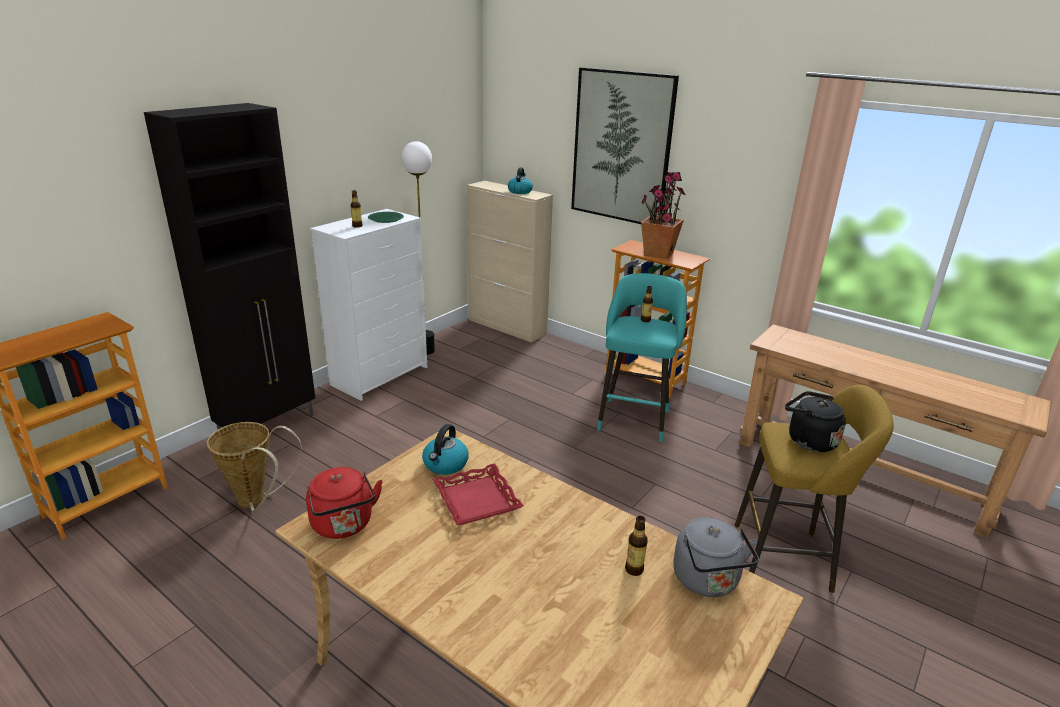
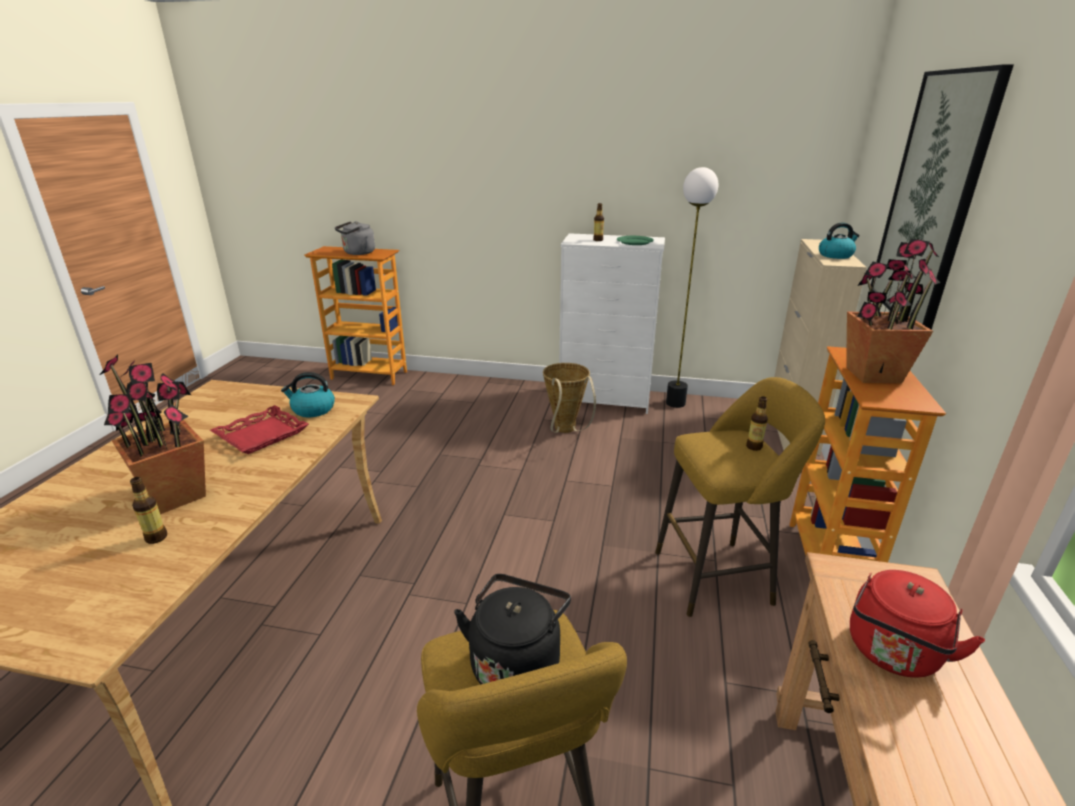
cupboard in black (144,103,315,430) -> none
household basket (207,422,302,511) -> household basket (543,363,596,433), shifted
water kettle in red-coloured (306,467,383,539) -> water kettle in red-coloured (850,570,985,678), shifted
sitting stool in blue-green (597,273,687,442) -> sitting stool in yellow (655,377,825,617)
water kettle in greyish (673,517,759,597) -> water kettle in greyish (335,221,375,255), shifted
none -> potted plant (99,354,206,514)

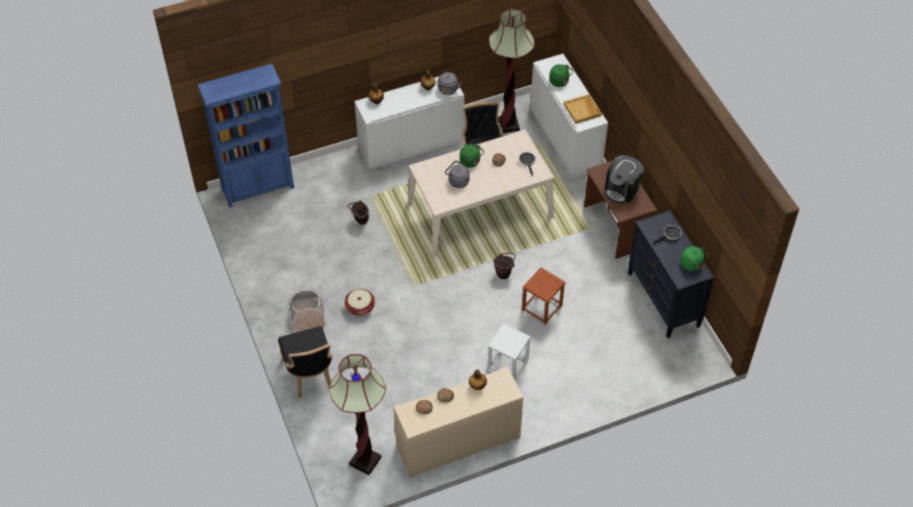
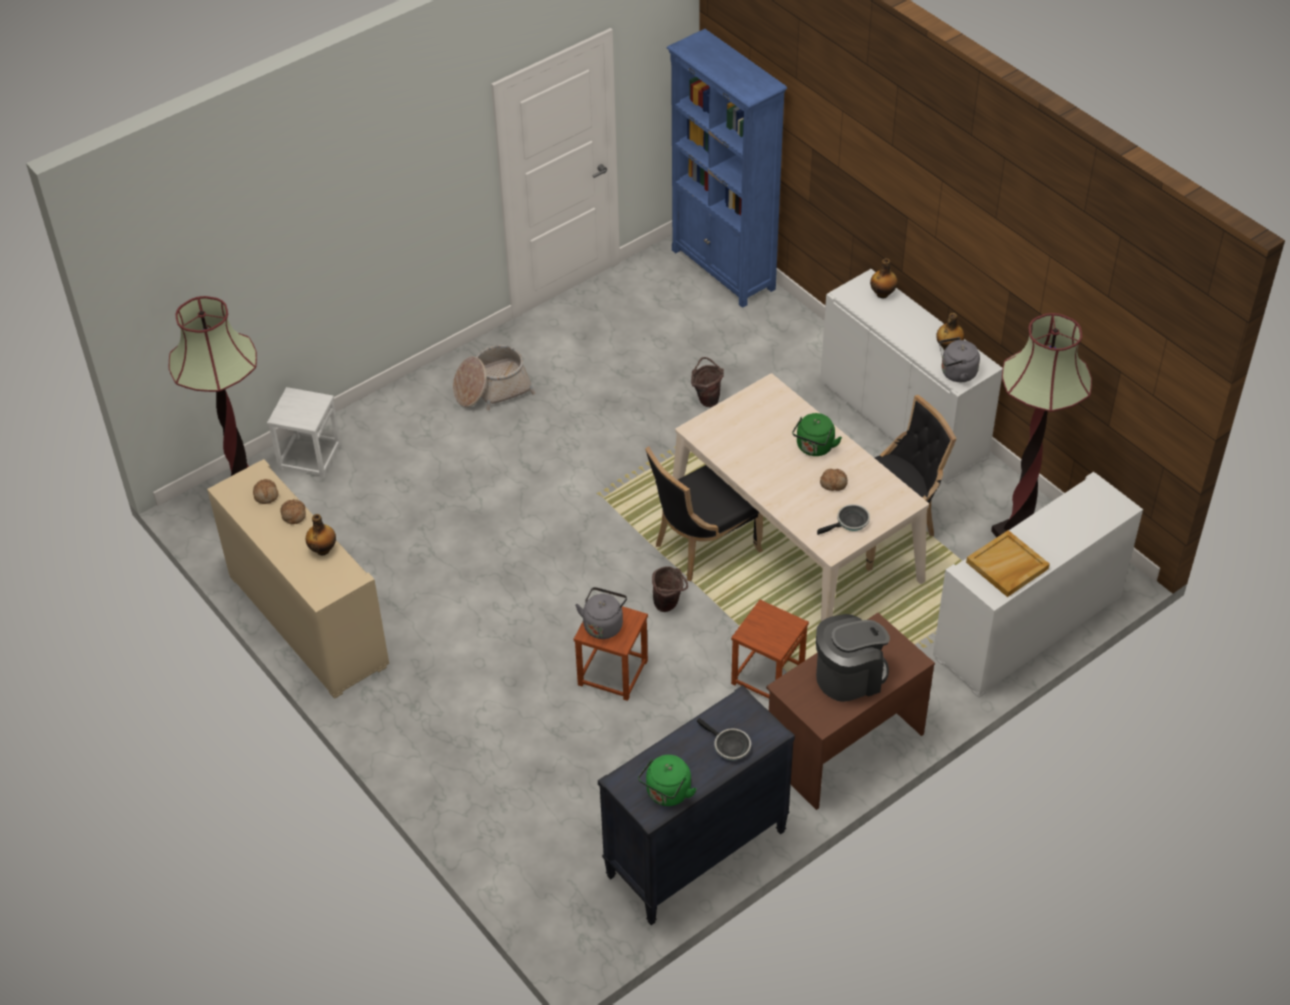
plain chair in black (278,326,332,398) -> plain chair in black (645,447,763,581), shifted
household basket (344,289,375,316) -> none
water kettle in greyish (445,161,470,188) -> water kettle in greyish (575,587,627,639), shifted
sitting stool in white (488,323,531,380) -> sitting stool in white (267,387,341,478), shifted
water kettle in green-coloured (549,64,574,87) -> none
coffee brewer (605,155,644,204) -> coffee brewer (816,614,890,702), 135 degrees clockwise
none -> sitting stool in brownish (731,600,809,699)

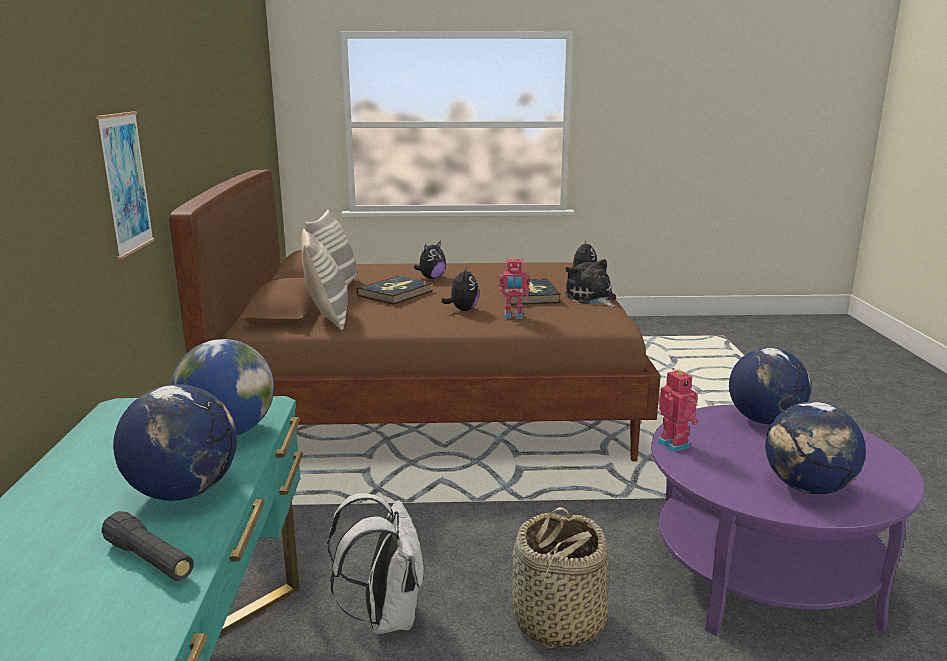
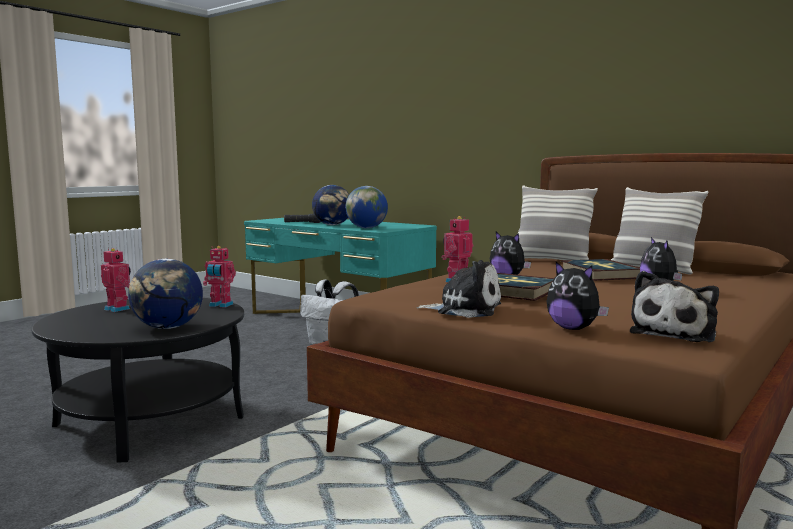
wall picture (96,111,155,259) -> none
household basket (512,507,609,648) -> none
low table in purple (651,404,924,636) -> low table in black (32,298,244,463)
desk globe (765,402,866,494) -> toy robot (101,248,131,312)
none -> plush toy (630,271,719,342)

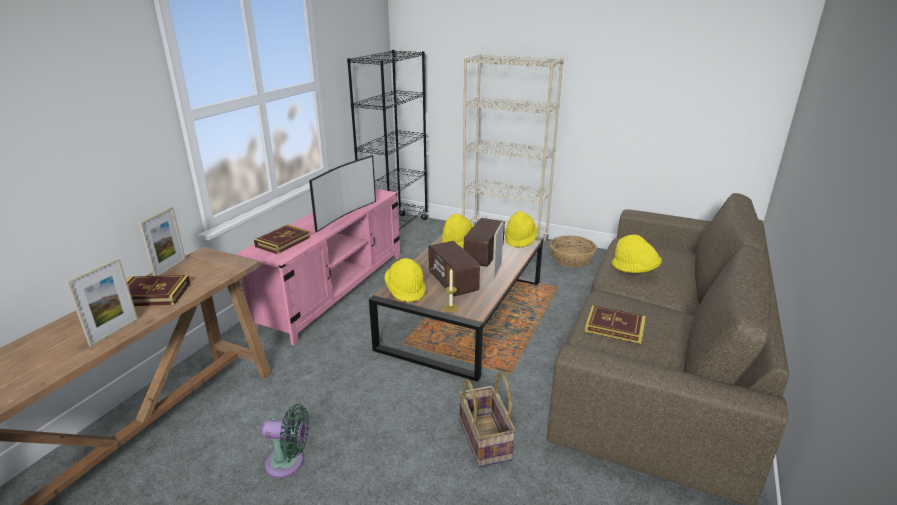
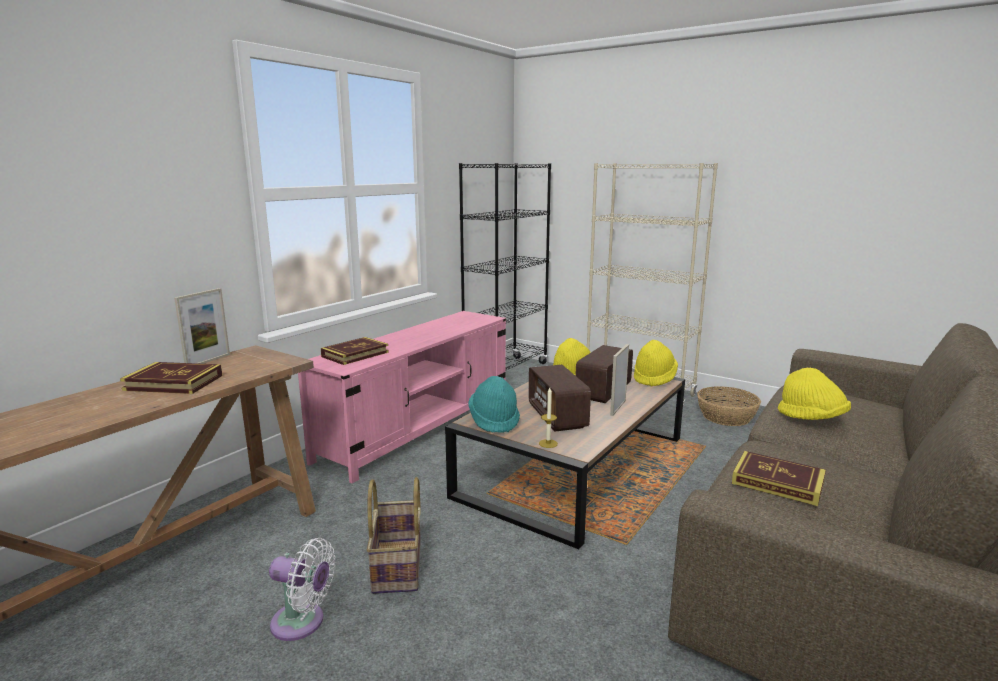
photo frame (66,258,138,346) -> none
electric fan in green-coloured (262,404,309,478) -> electric fan in white (269,538,335,641)
television (309,155,376,233) -> none
clothing hat in yellow (384,258,426,302) -> clothing hat in blue-green (468,376,520,433)
household basket (459,373,516,467) -> household basket (367,477,421,594), shifted

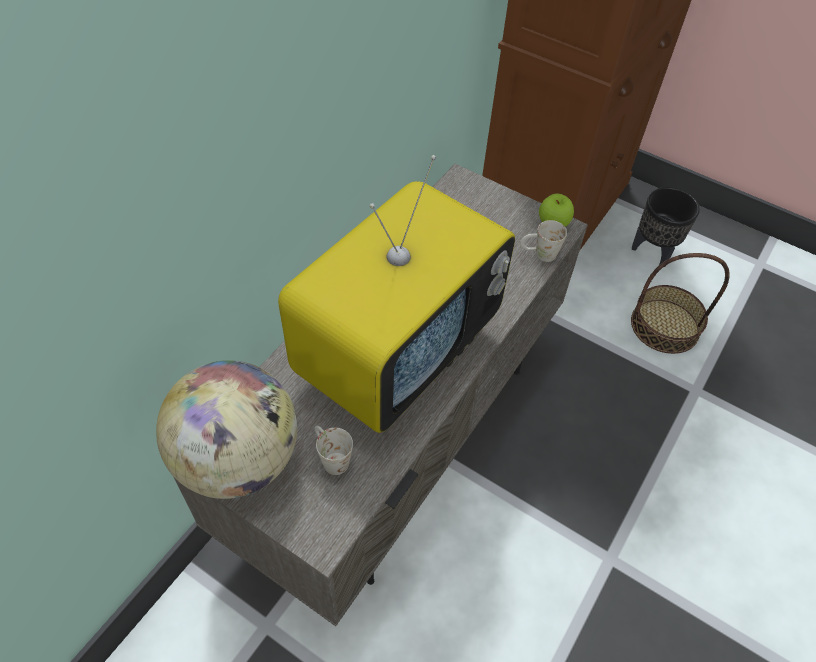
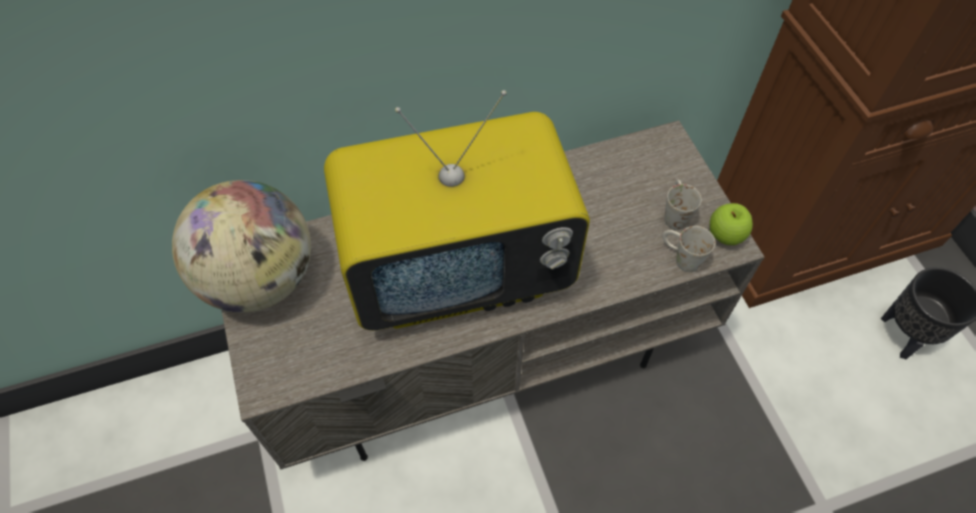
tea mug in white (315,426,353,475) -> tea mug in white (664,180,702,230), shifted
household basket (631,253,730,354) -> none

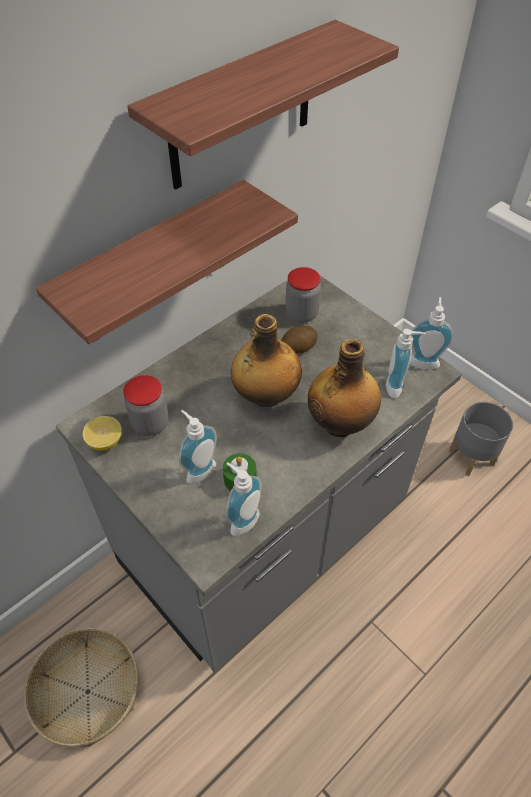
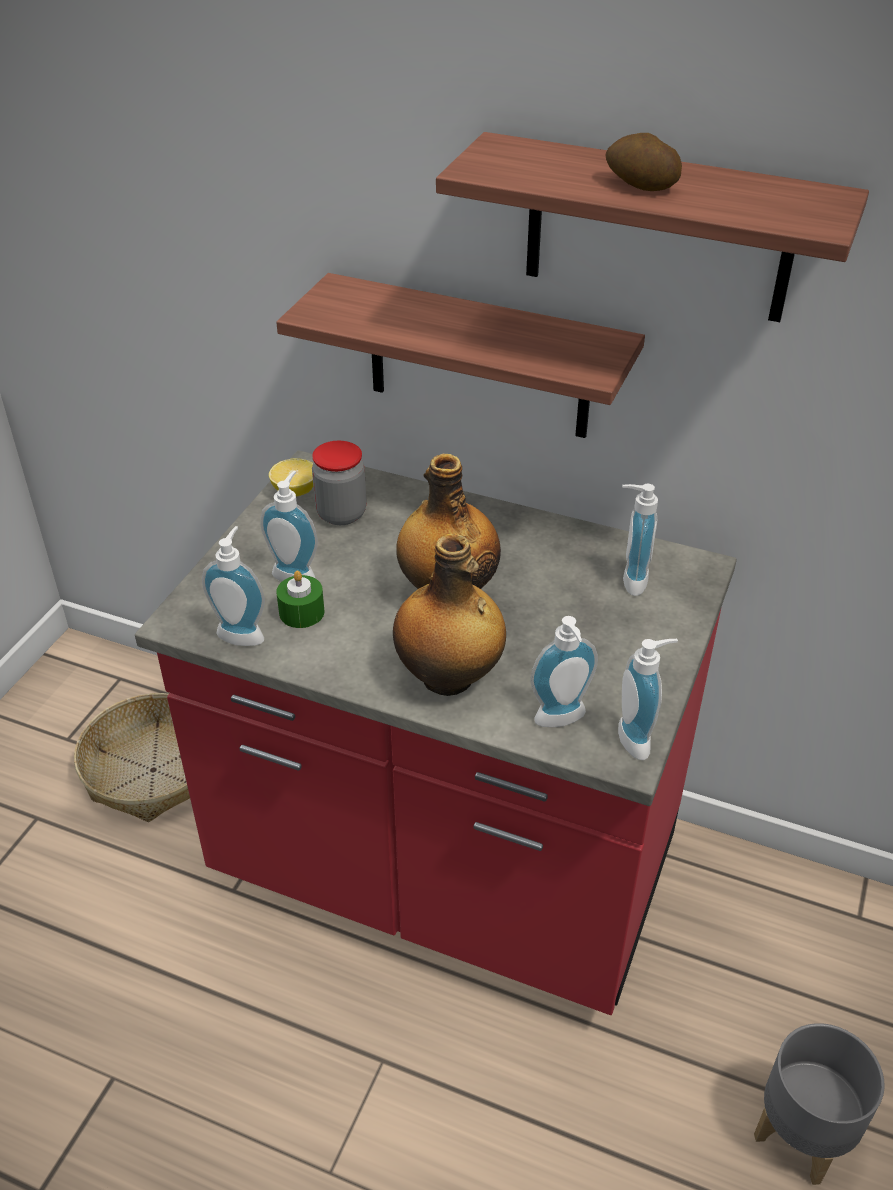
kitchen counter in greyish (56,267,462,673) -> kitchen counter in red-coloured (135,450,737,1015)
whole potato (281,326,318,353) -> whole potato (605,133,682,191), shifted
storage jar (286,267,321,323) -> soap dispenser (622,484,658,596)

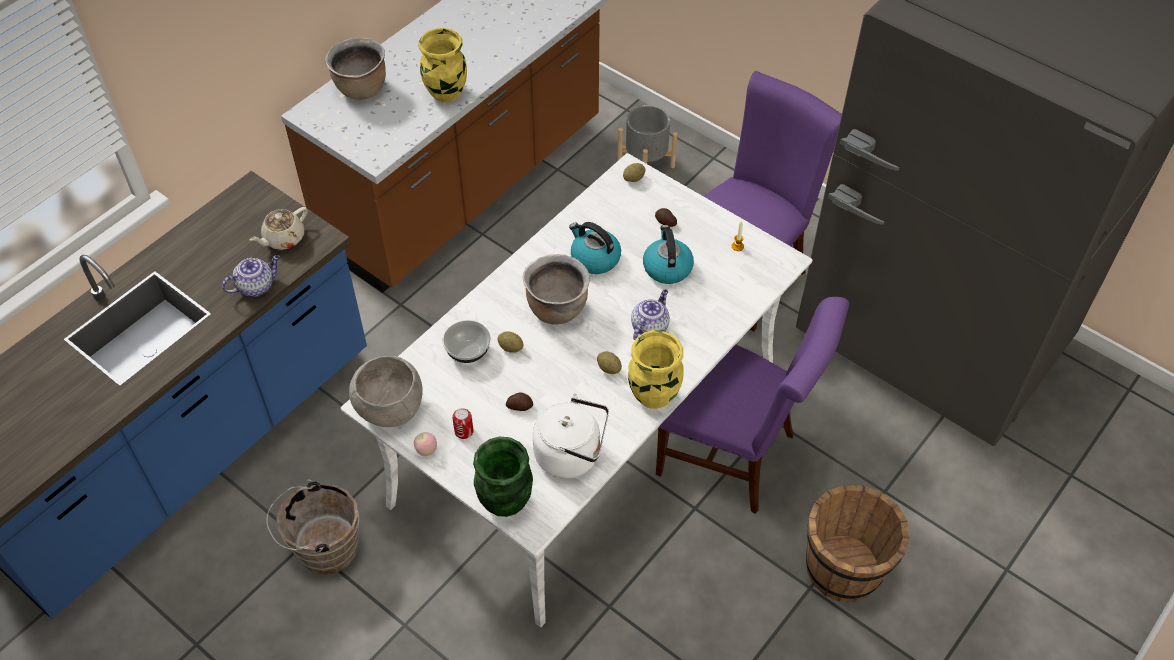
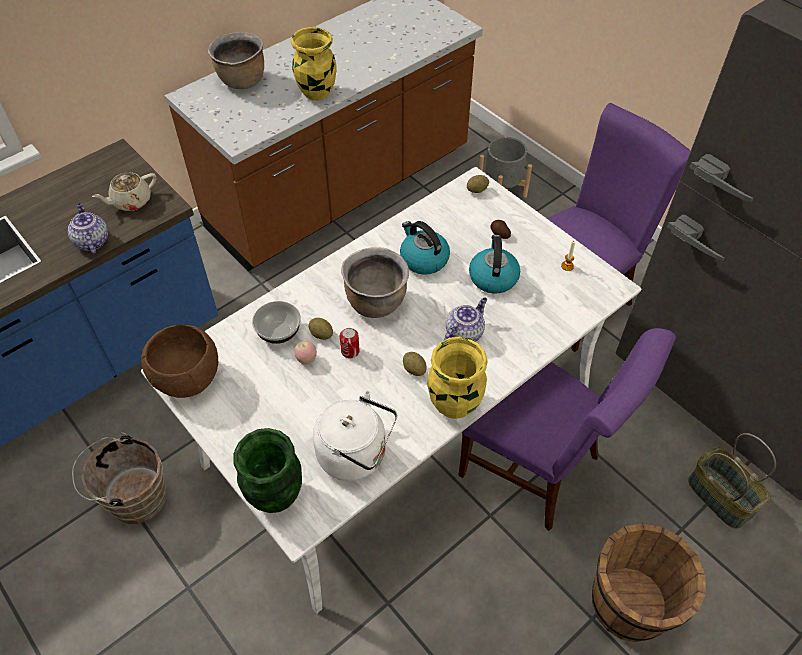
tea pot (222,255,280,297) -> tea pot (68,203,108,254), 90 degrees counterclockwise
serving bowl in greyish (349,356,423,427) -> serving bowl in brownish (141,325,218,398)
apple fruit (414,432,437,456) -> apple fruit (294,341,317,364), shifted
metal can (452,408,474,439) -> metal can (340,328,360,358), shifted
whole potato (506,392,533,411) -> none
none -> household basket (688,433,776,529)

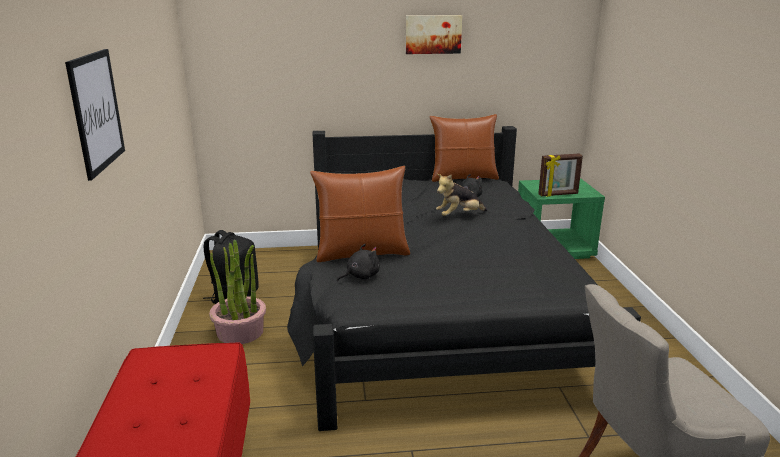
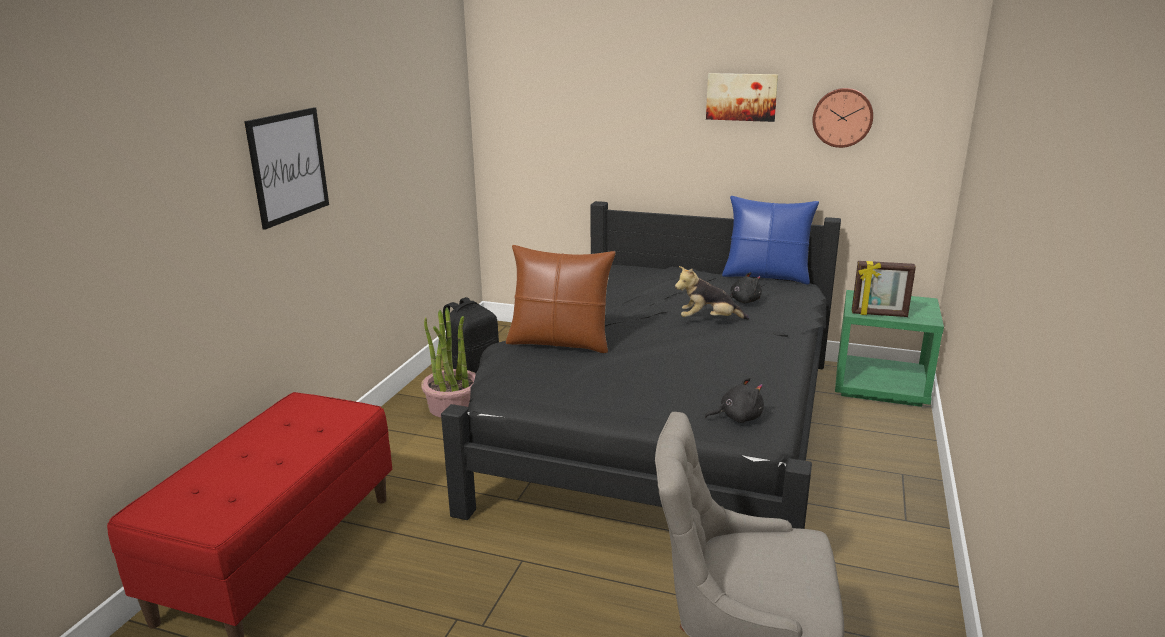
plush toy in black (337,244,380,281) -> plush toy in black (705,378,764,423), shifted
cushion in brownish (429,114,499,182) -> cushion in bluish (722,196,819,285)
none -> clock on the wall (812,88,873,148)

